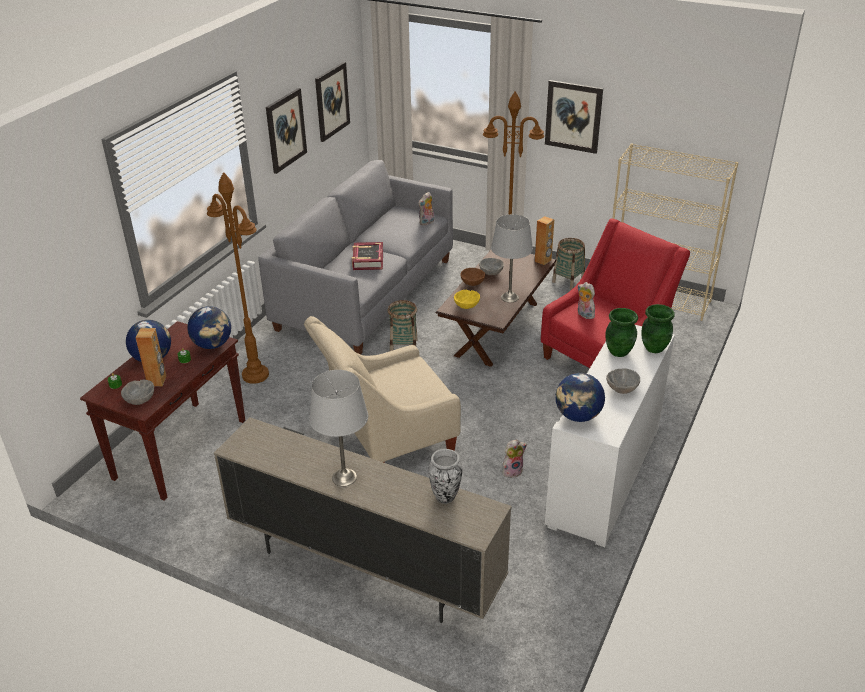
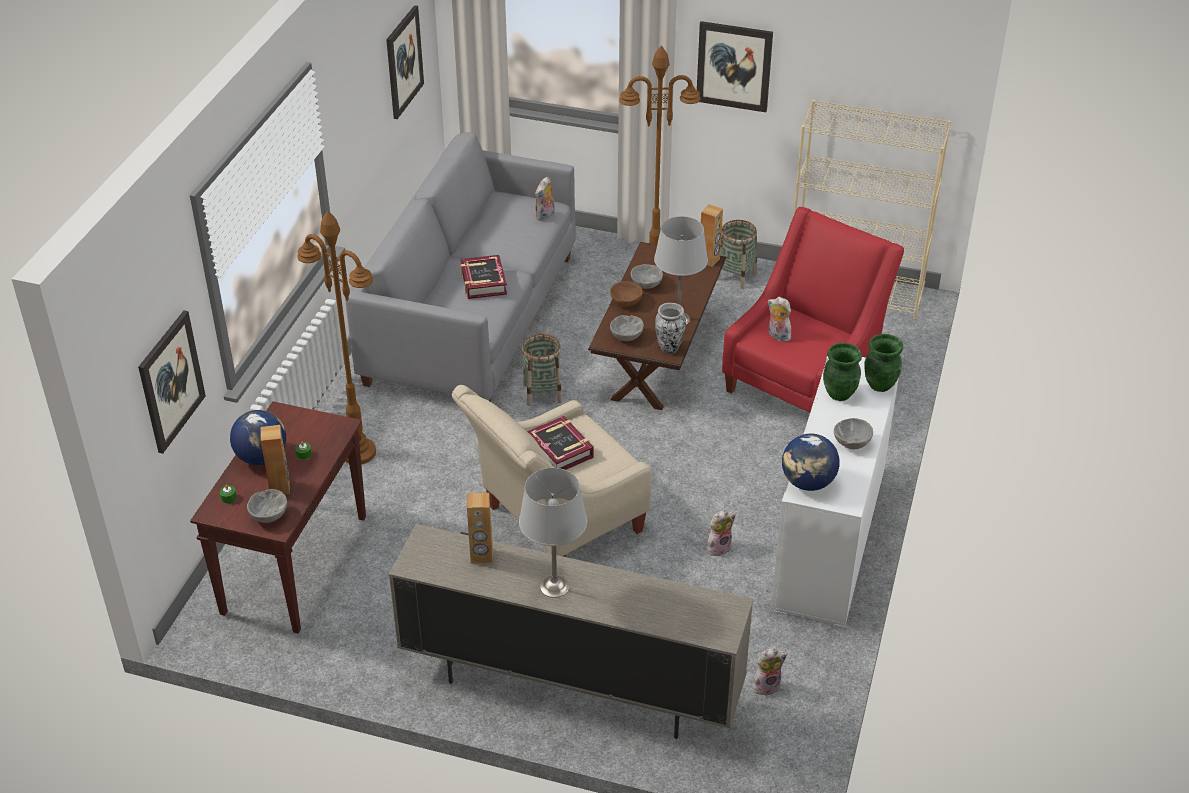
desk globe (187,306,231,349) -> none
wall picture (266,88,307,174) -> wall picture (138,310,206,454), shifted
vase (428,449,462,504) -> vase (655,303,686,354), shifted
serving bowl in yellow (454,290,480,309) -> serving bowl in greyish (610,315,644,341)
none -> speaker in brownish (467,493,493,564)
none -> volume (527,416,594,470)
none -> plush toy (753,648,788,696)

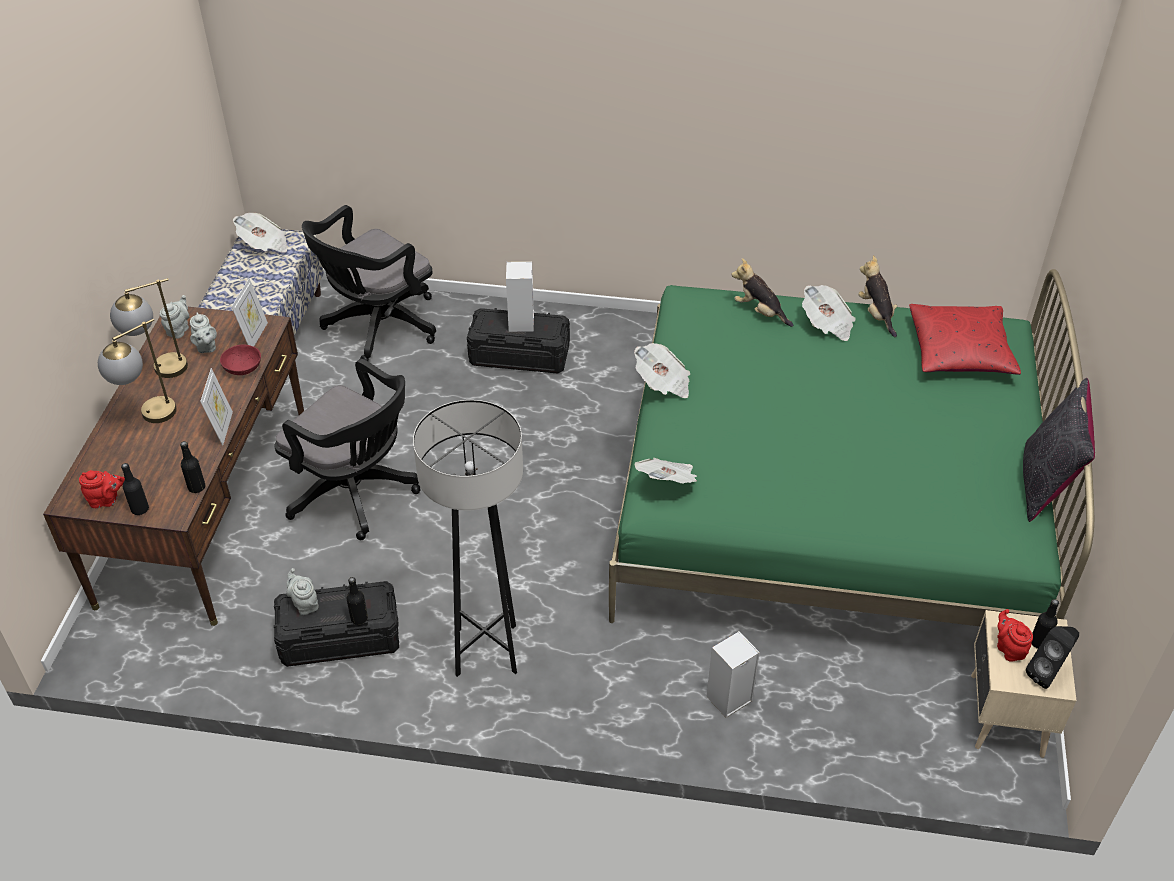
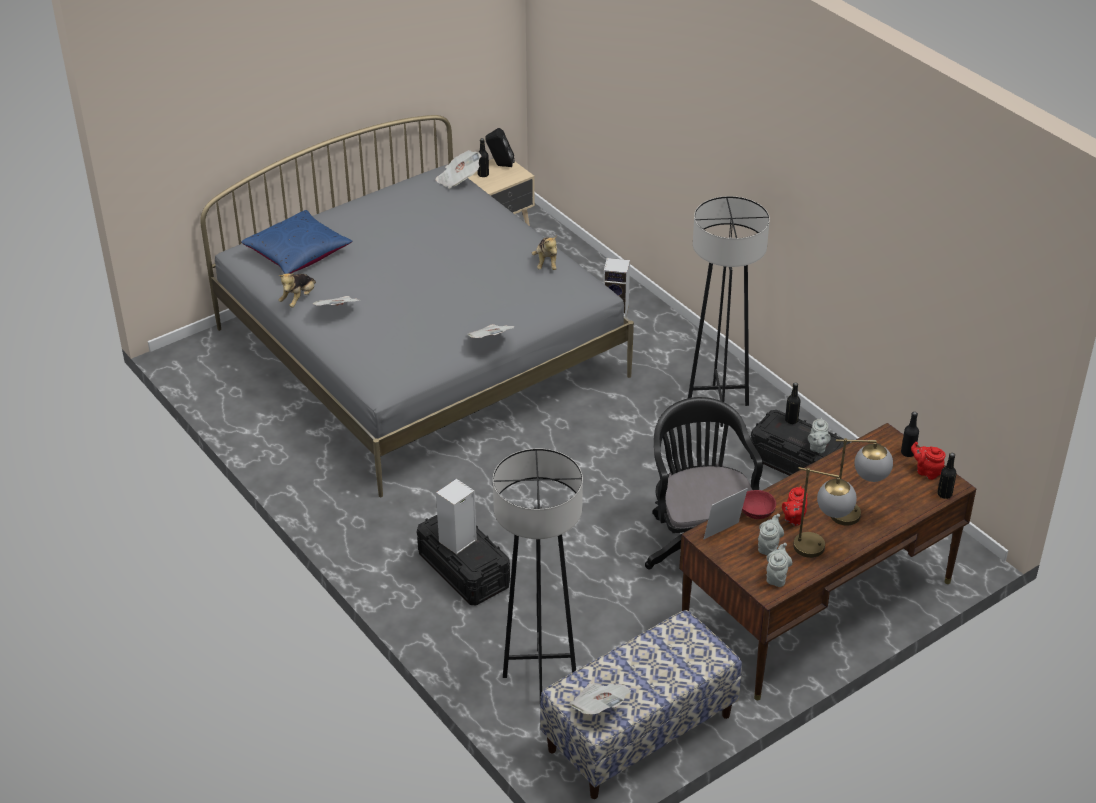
tea pot in greyish (160,295,190,339) -> tea pot in greyish (767,543,792,587), 135 degrees clockwise
bottle in black (180,441,205,493) -> bottle in black (937,453,957,499), shifted
photo frame (200,368,233,446) -> none
office chair in black (302,205,436,361) -> floor lamp in greyish (493,448,583,697)
sleeping bed in green-coloured (609,269,1094,626) -> sleeping bed in greyish (200,115,634,497)
printed paper (635,458,697,483) -> printed paper (436,150,481,189), shifted
plush toy (731,258,793,327) -> plush toy (532,235,557,270), shifted
cushion in red-coloured (909,304,1021,375) -> cushion in bluish (241,210,352,274)
tea pot in red-coloured (997,609,1033,662) -> tea pot in red-coloured (782,486,807,526), shifted
cushion in black (1023,378,1095,522) -> none

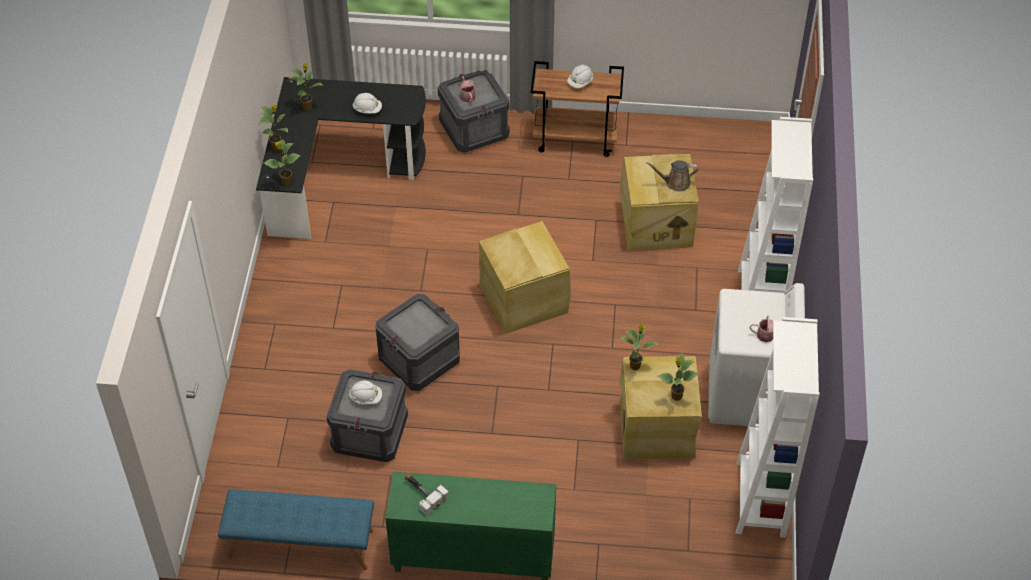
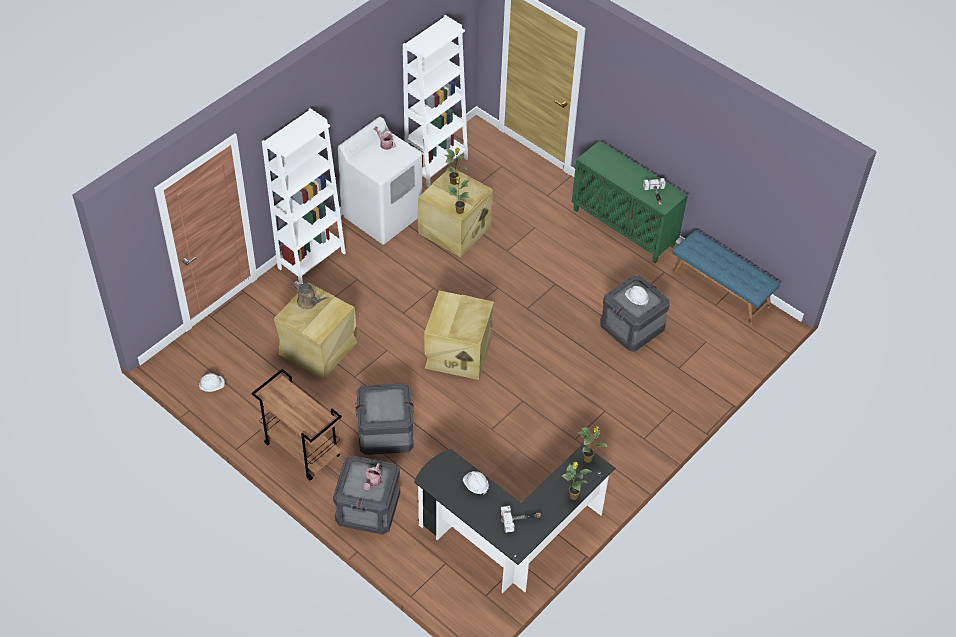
potted plant (290,63,324,110) -> hammer (501,506,541,533)
crate (376,294,460,391) -> crate (356,383,414,455), shifted
hard hat in white (567,64,593,88) -> hard hat in white (199,373,225,392), shifted

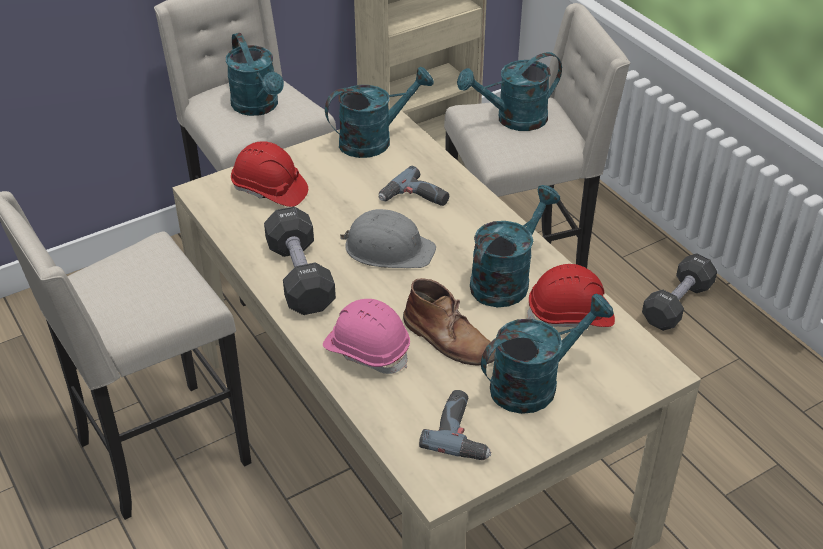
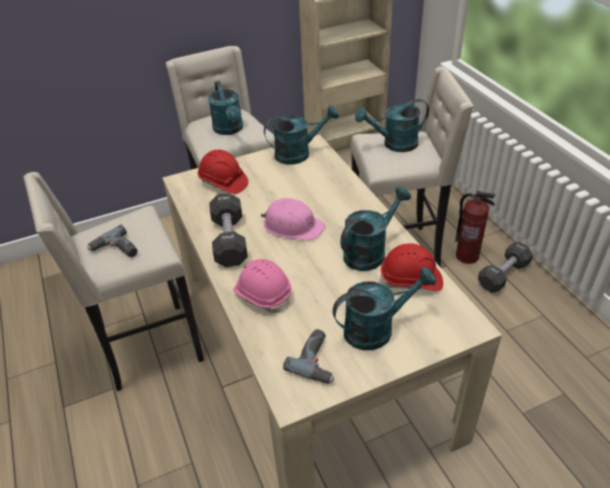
hard hat in greyish (339,209,436,268) -> hard hat in pink (261,198,325,240)
electric drill (379,166,449,206) -> electric drill (87,225,138,257), shifted
tall boot in brownish (403,278,496,365) -> none
none -> fire-fighting cylinder (455,191,496,264)

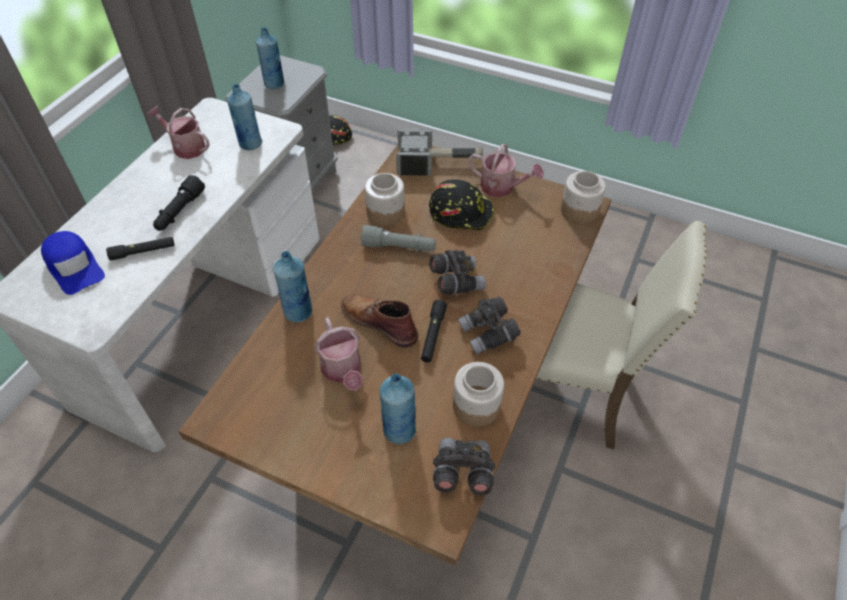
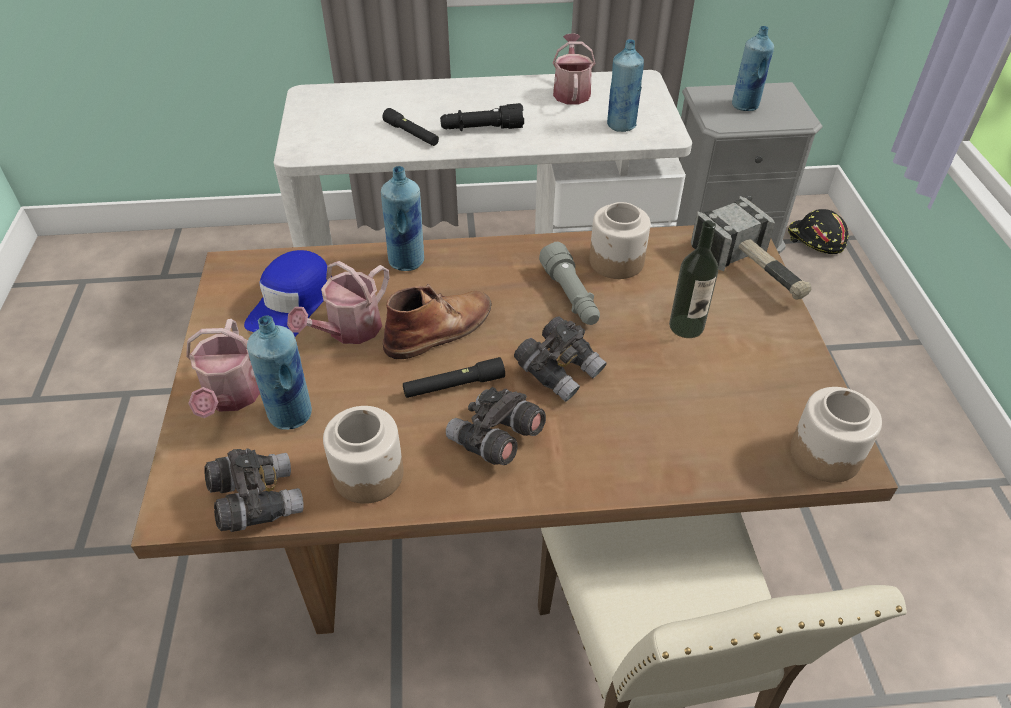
baseball cap in bluish (41,231,105,295) -> baseball cap in bluish (244,250,332,337), shifted
tall boot in brownish (341,295,418,348) -> tall boot in brownish (383,284,492,359), 45 degrees clockwise
hard hat in black (429,180,494,231) -> bottle (669,220,718,338)
sprinkling can (468,144,544,197) -> sprinkling can (186,319,260,418), shifted

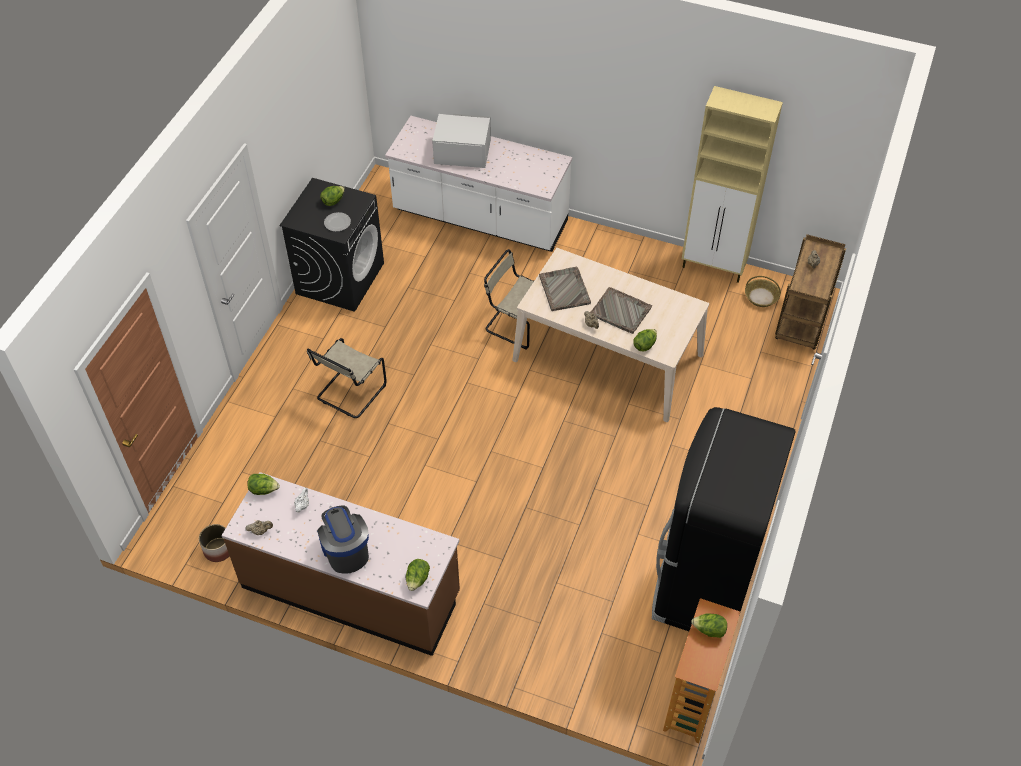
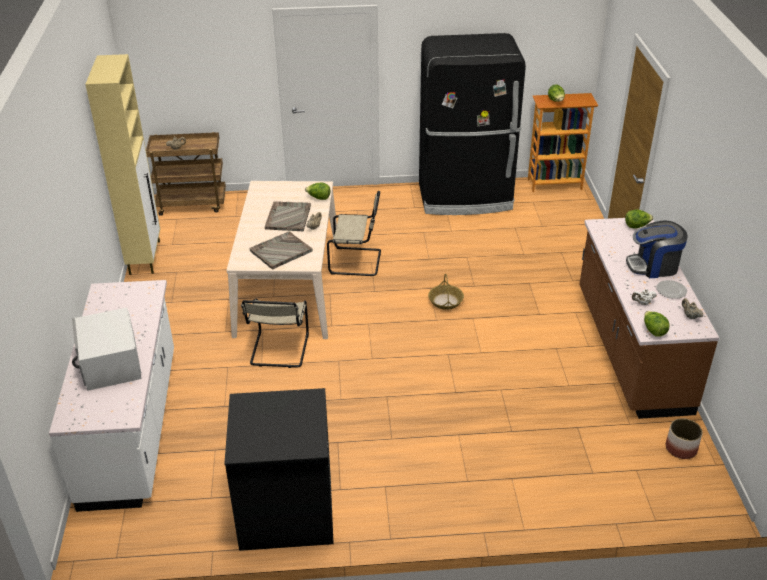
plain chair in sand-coloured (307,338,387,418) -> plain chair in sand-coloured (327,191,381,276), shifted
coffee brewer (317,506,369,573) -> coffee brewer (626,221,688,278), 45 degrees clockwise
lettuce head (320,186,345,206) -> none
flat dish (324,212,351,232) -> flat dish (656,280,687,299), shifted
household basket (745,276,781,307) -> household basket (428,274,464,310), shifted

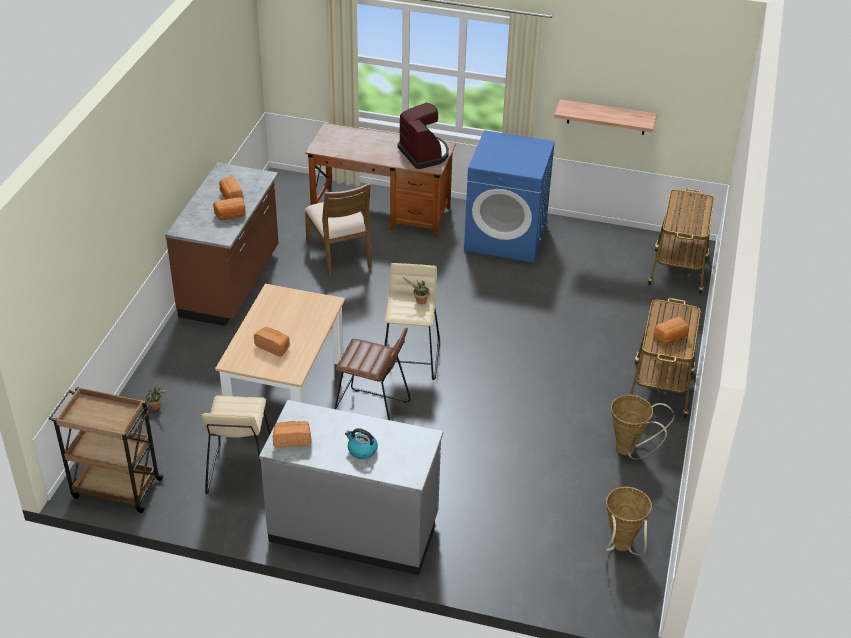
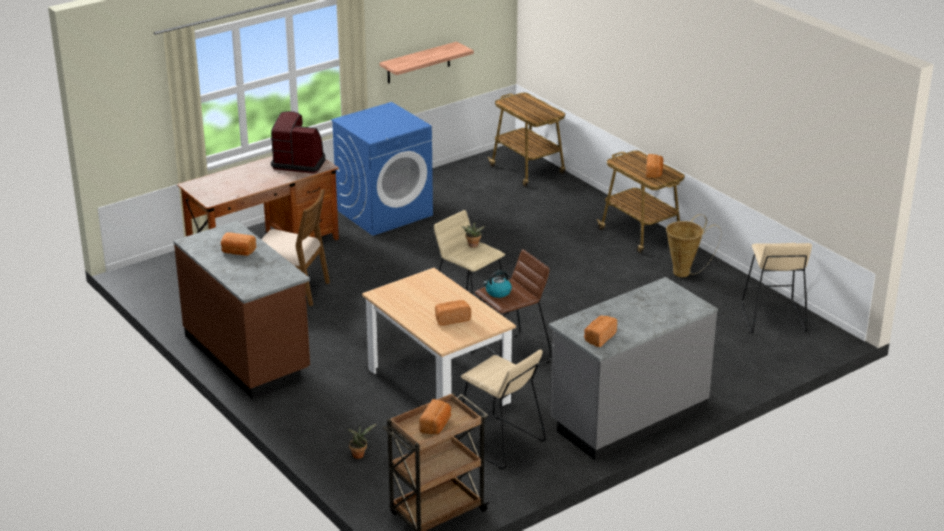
bakery bread (213,197,246,220) -> bakery bread (419,399,451,434), shifted
water kettle (345,428,378,459) -> water kettle (483,270,512,298), shifted
household basket (604,487,652,556) -> sitting stool in sand-coloured (741,243,812,333)

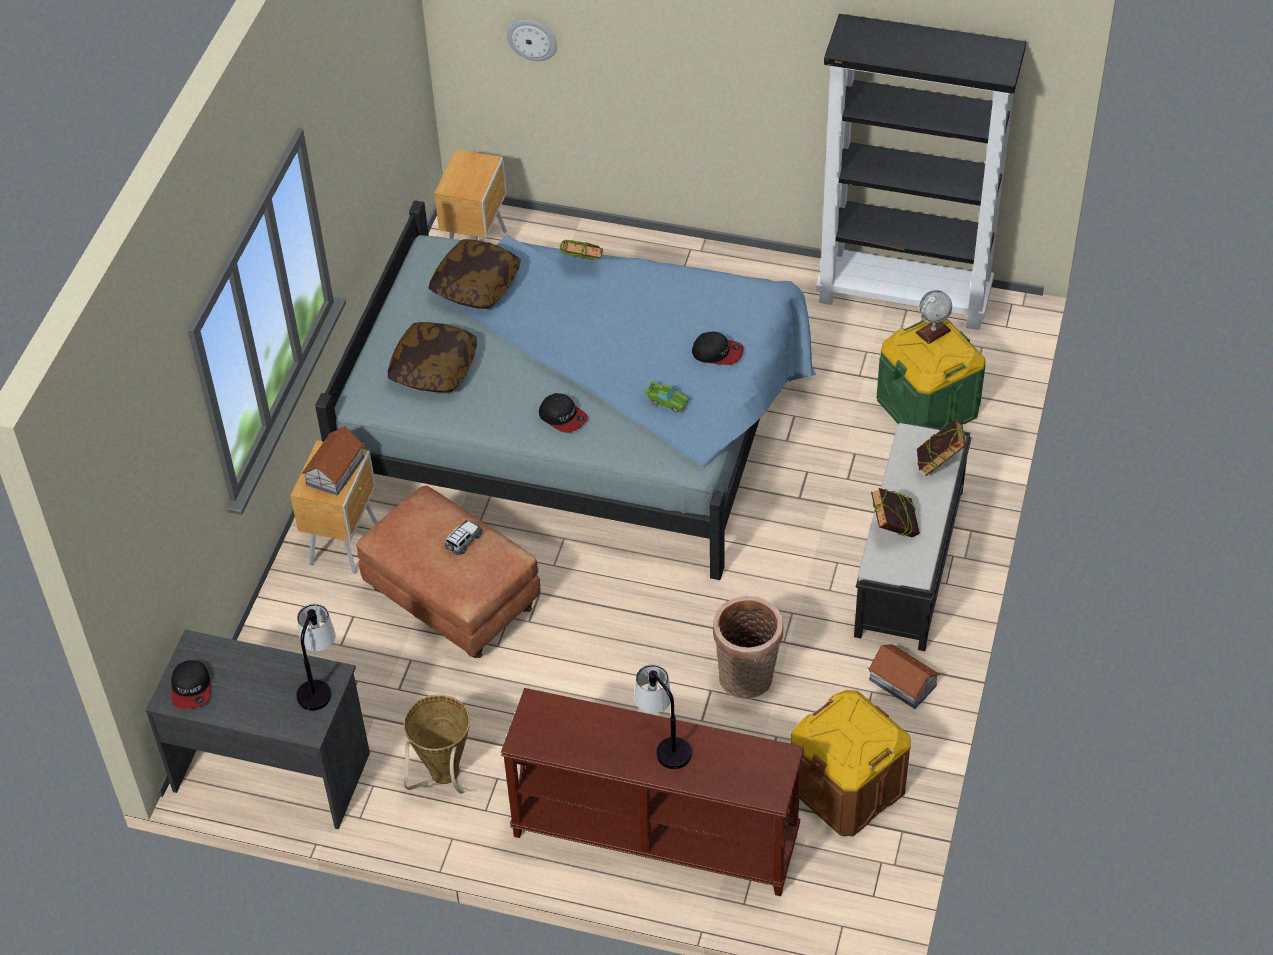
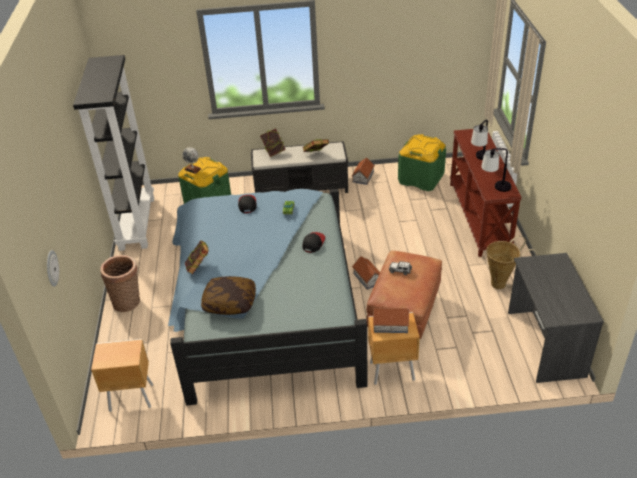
baseball cap (171,660,211,709) -> none
table lamp (296,604,336,711) -> table lamp (481,148,511,192), shifted
cushion (388,322,477,392) -> none
household basket (713,596,783,699) -> household basket (100,255,140,312), shifted
storage box in brownish (791,690,911,836) -> storage box in green-coloured (398,134,446,191)
none -> miniature house (352,256,380,290)

